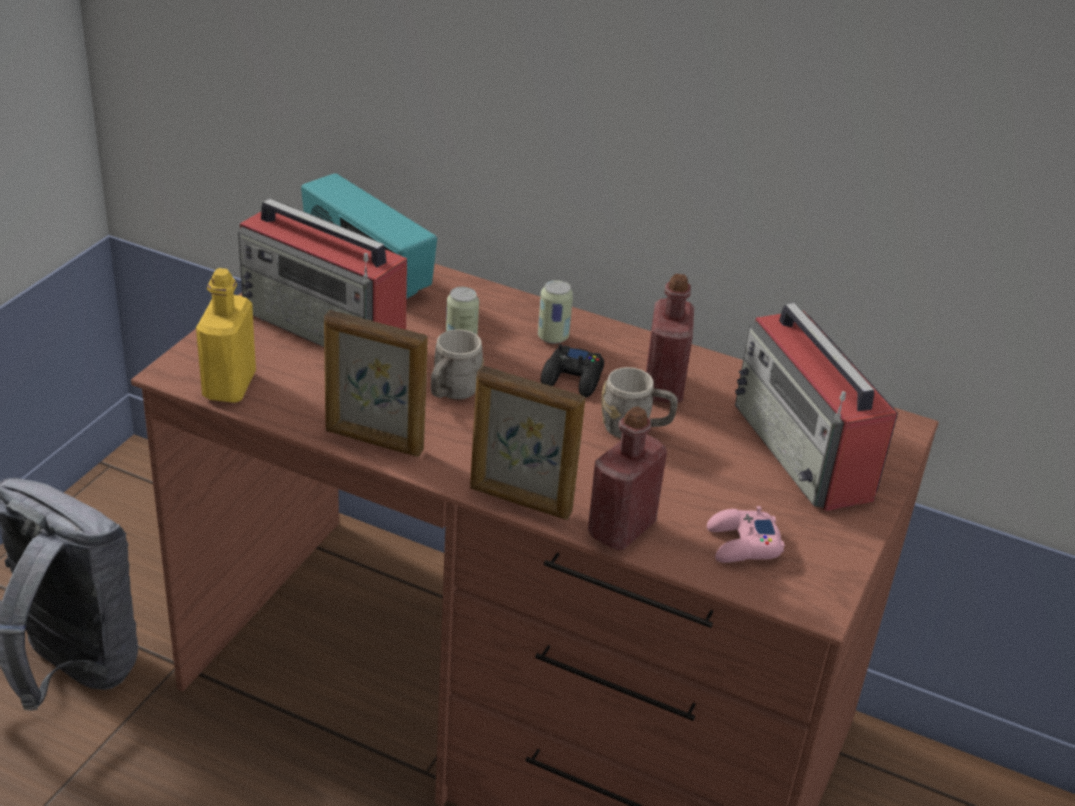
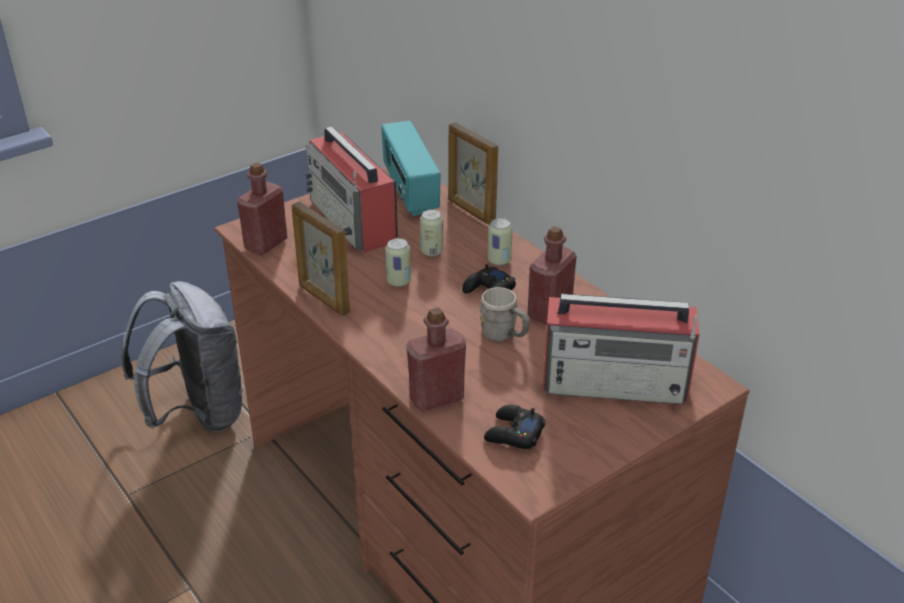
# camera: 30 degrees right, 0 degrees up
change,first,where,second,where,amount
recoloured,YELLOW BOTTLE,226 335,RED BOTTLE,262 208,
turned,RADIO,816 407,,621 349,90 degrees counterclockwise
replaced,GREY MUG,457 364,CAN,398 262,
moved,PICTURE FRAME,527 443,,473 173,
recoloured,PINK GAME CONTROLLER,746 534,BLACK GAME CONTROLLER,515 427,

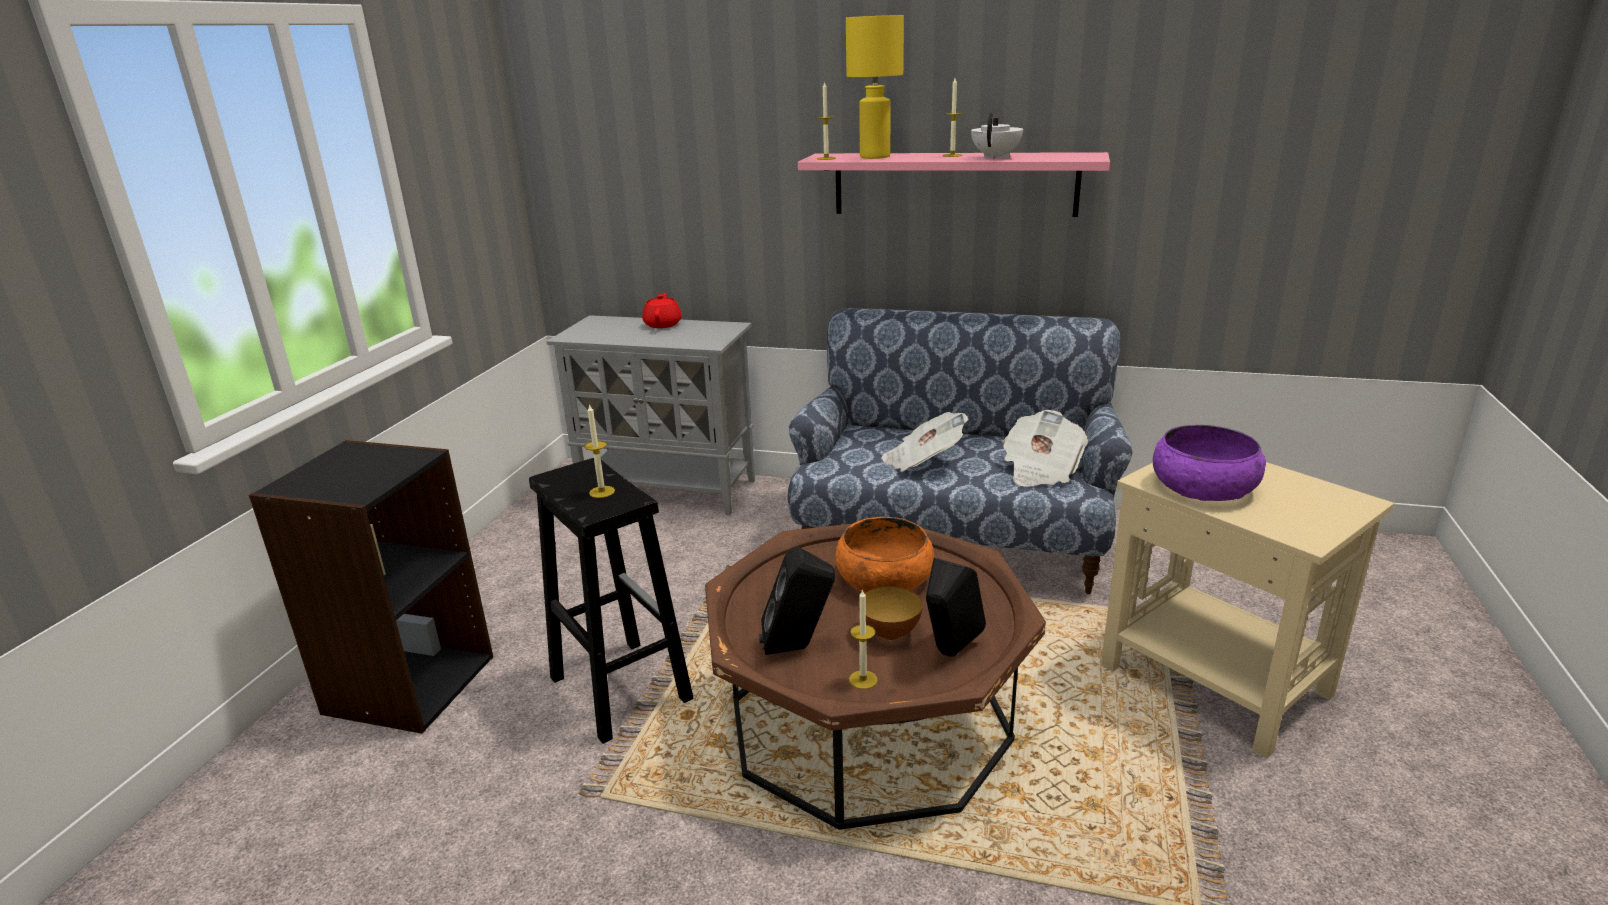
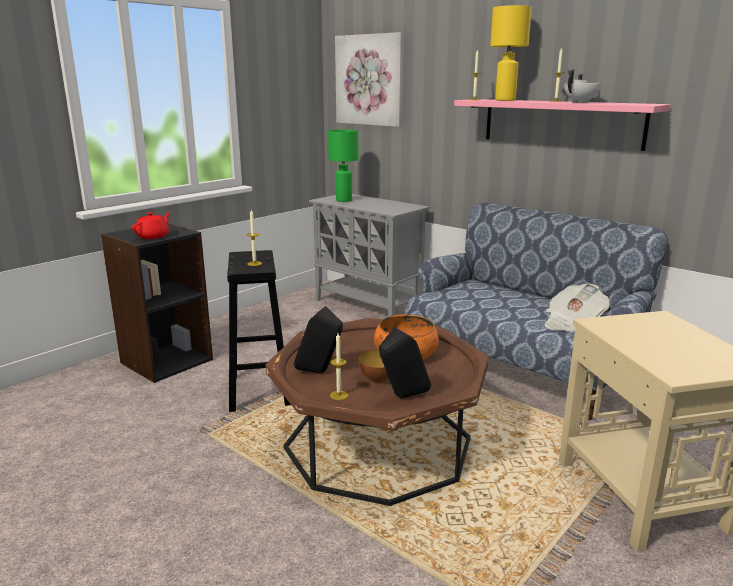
# camera: 25 degrees right, 5 degrees down
change,first,where,second,where,amount
moved,RED TEAPOT,662 310,,151 225,
removed,NEWSPAPER,925 442,,,
removed,PURPLE BOWL,1209 463,,,
added,,,PICTURE,369 79,
added,,,GREEN TABLE LAMP,343 165,

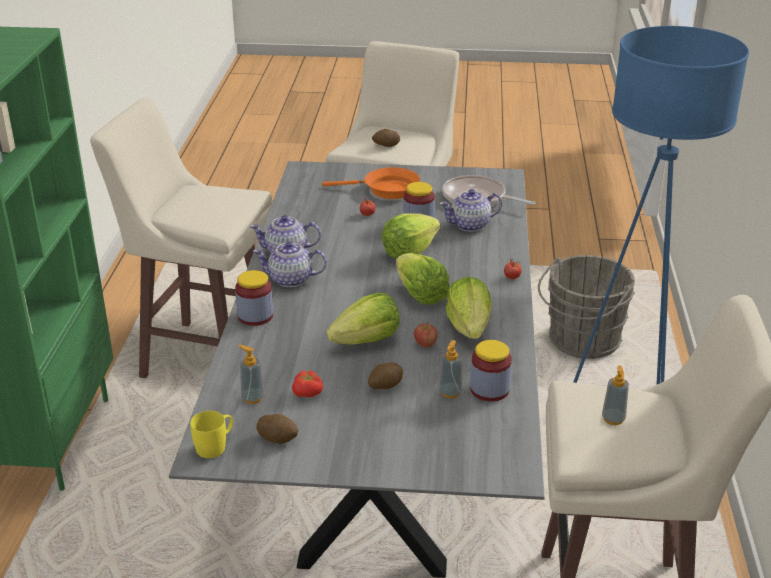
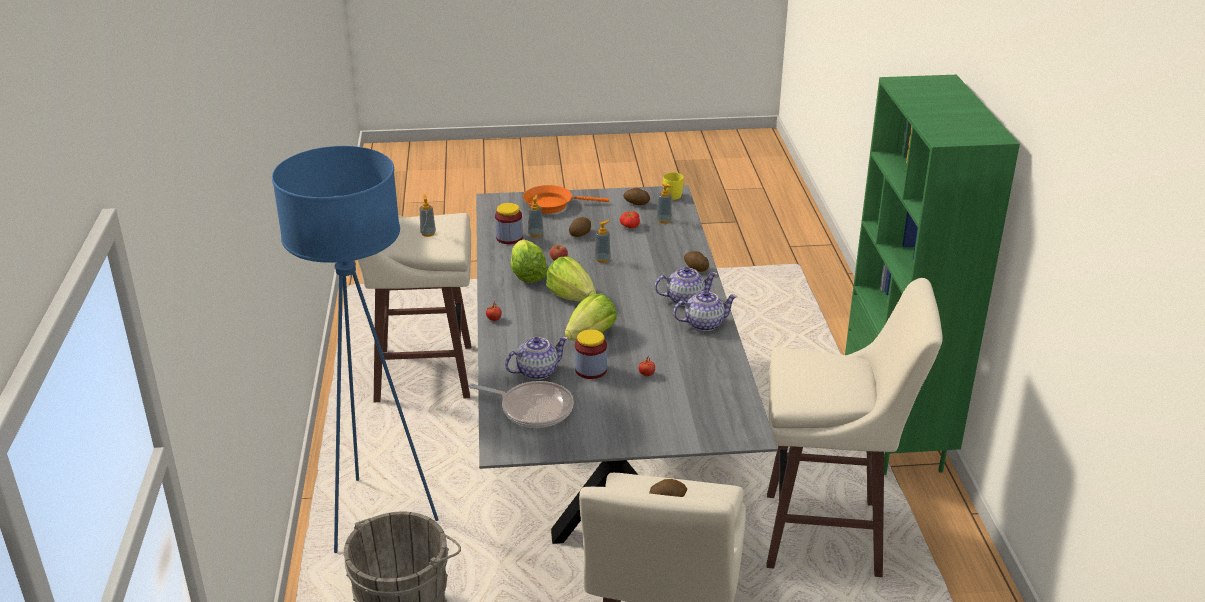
# camera: 170 degrees right, 0 degrees up
change,first,where,second,where,amount
moved,ORANGE FRYING PAN,371 183,,566 199,
replaced,JAR,254 298,POTATO,696 261,
replaced,LETTUCE,363 319,SOAP DISPENSER,603 241,

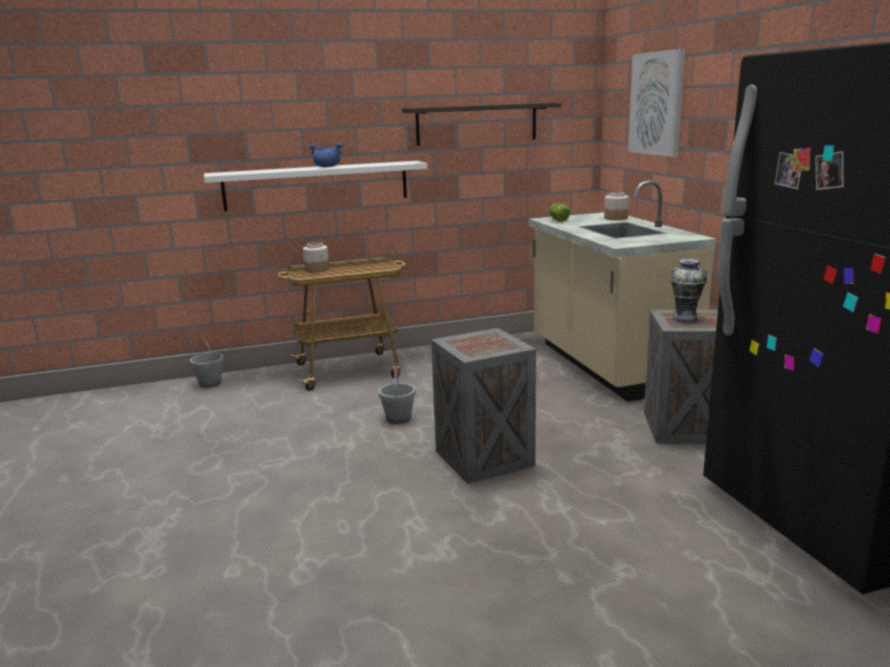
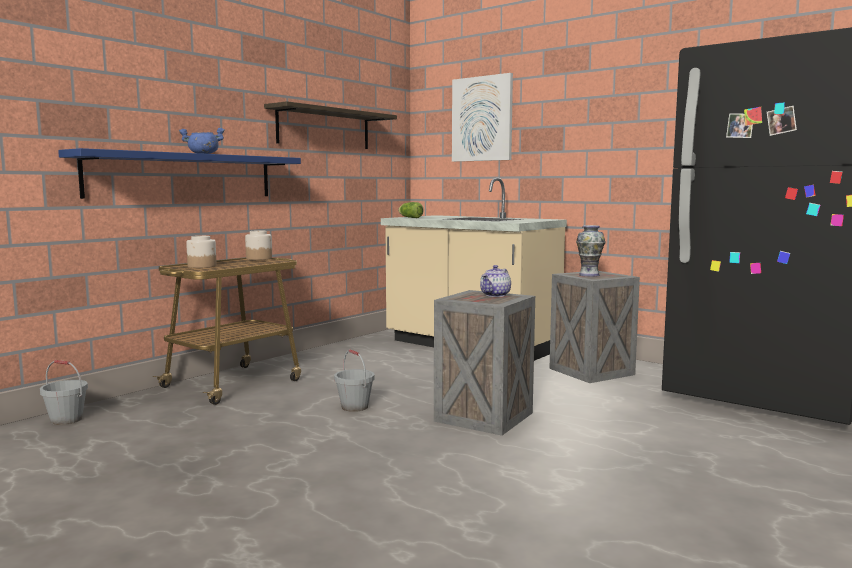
# camera: 35 degrees left, 10 degrees down
change,first,where,second,where,amount
recoloured,WHITE SHELF,315 186,BLUE SHELF,179 173,
moved,JAR,616 206,,258 245,
added,,,TEAPOT,495 281,

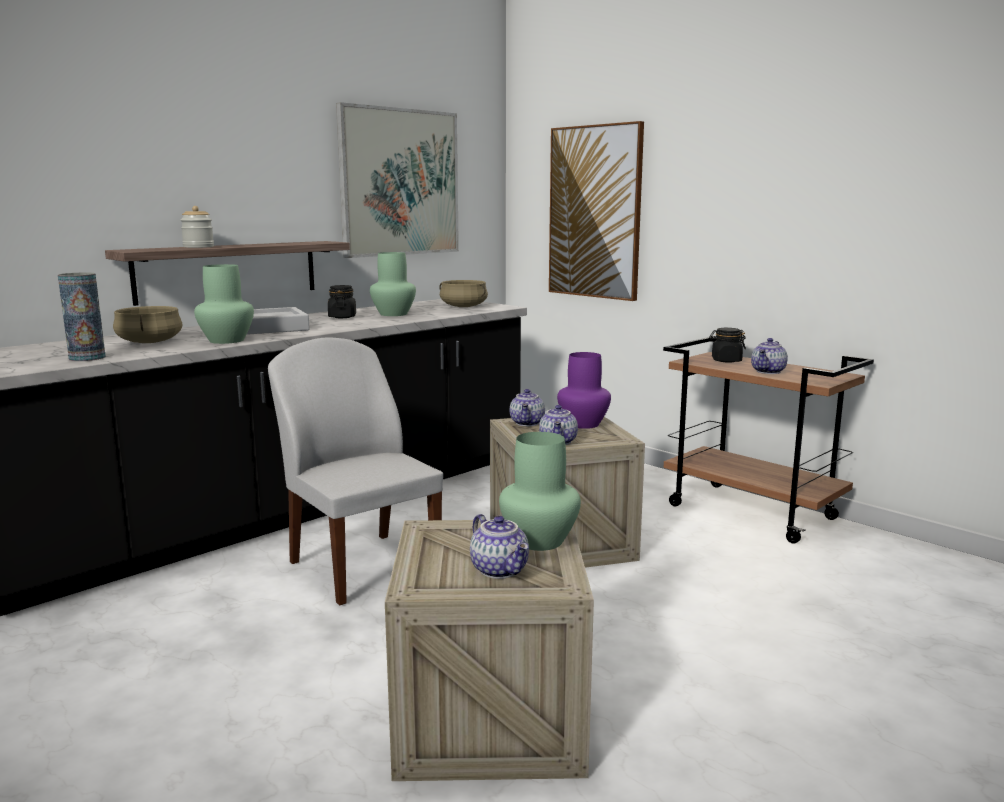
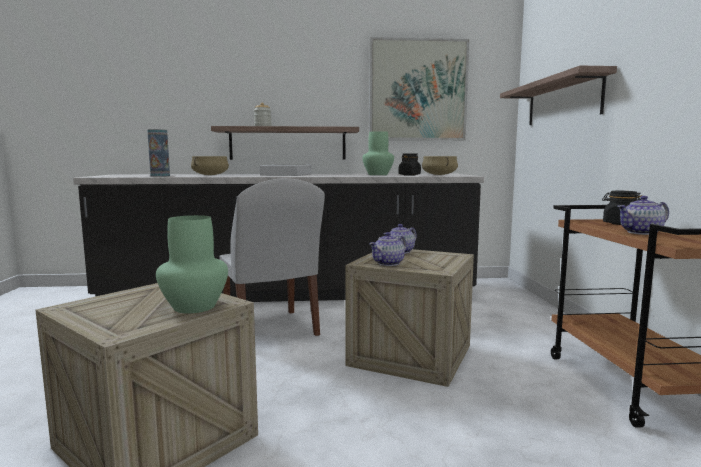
# camera: 40 degrees right, 5 degrees down
change,first,where,second,where,amount
replaced,PICTURE,596 211,SHELF,558 95,
removed,GREEN VASE,224 304,,,
moved,BLACK JAR,342 301,,410 164,
turned,WHITE CHAIR,355 471,,272 257,150 degrees clockwise
removed,PURPLE VASE,584 390,,,
removed,TEAPOT,499 546,,,

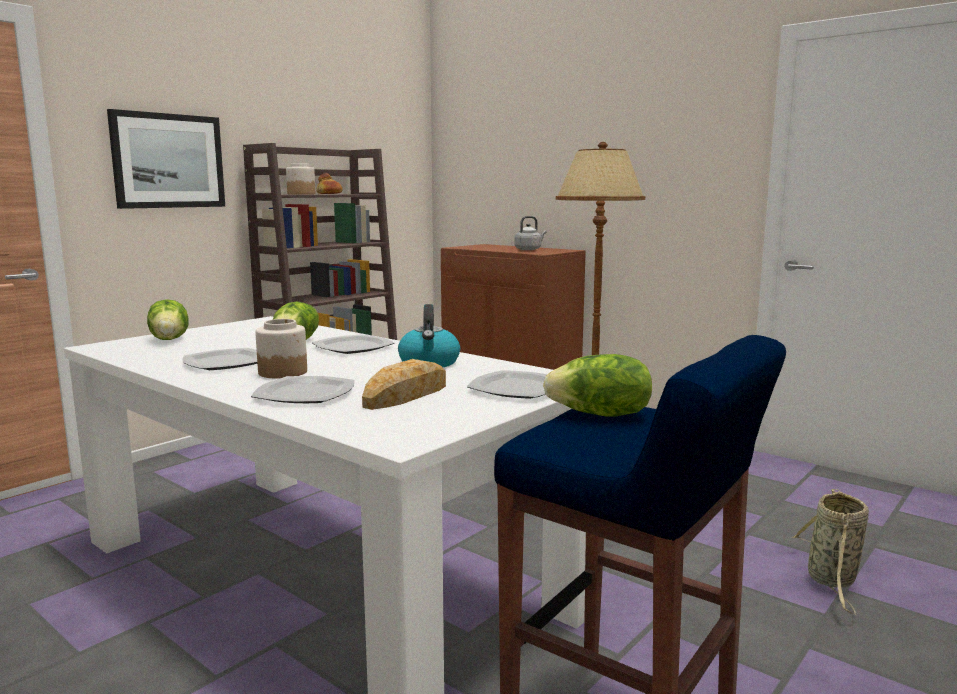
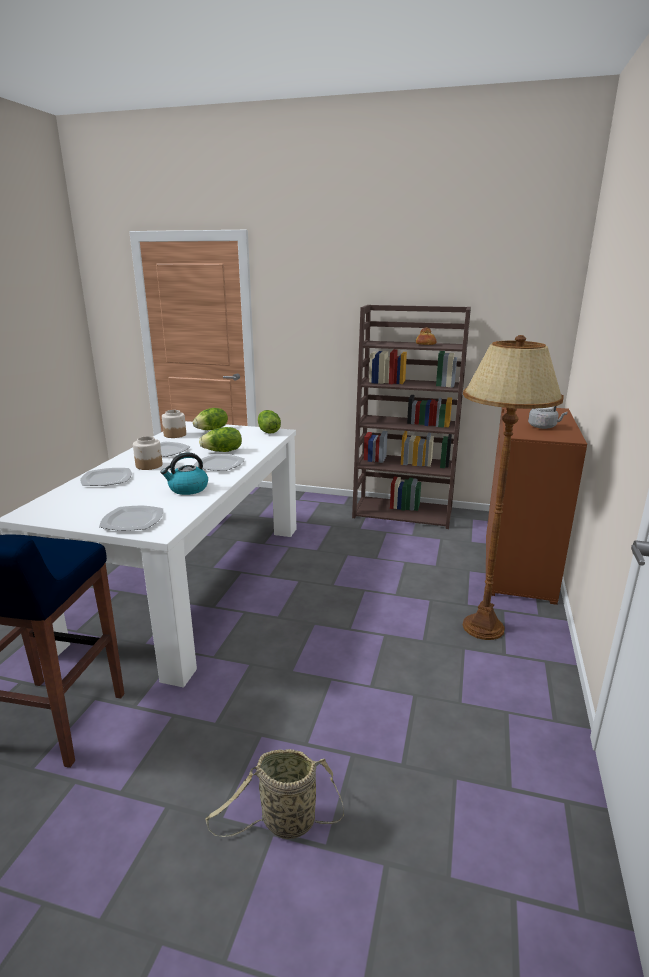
# camera: 65 degrees right, 10 degrees up
change,first,where,second,where,amount
removed,PICTURE,166 159,,,
moved,JAR,300 178,,174 424,
moved,LETTUCE,597 385,,269 421,
removed,BREAD,404 384,,,

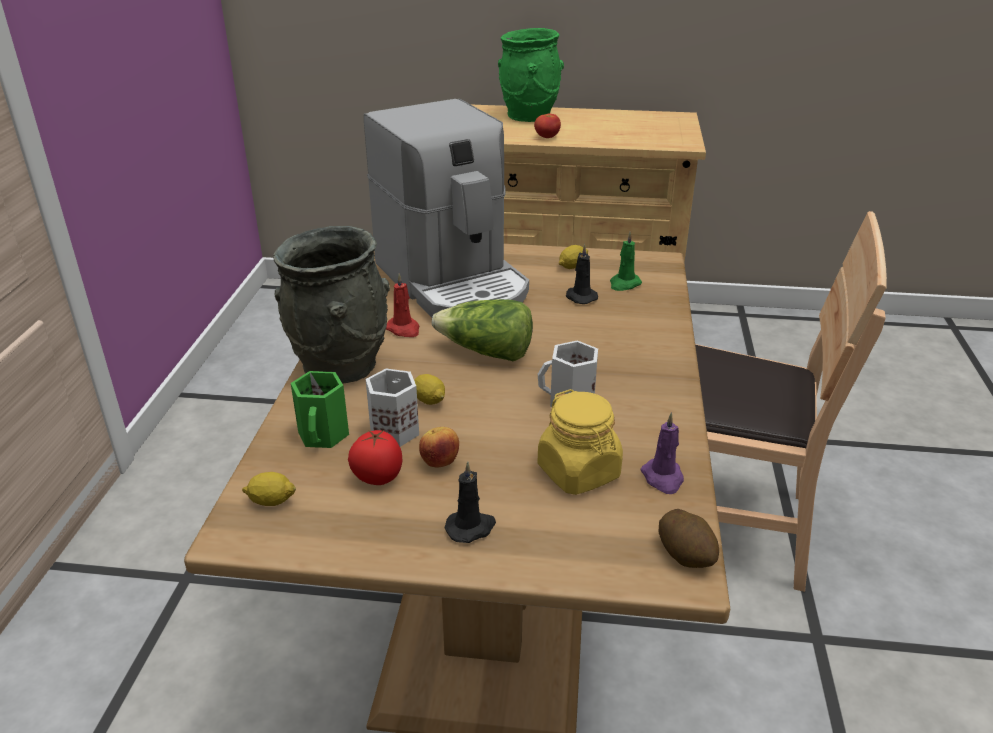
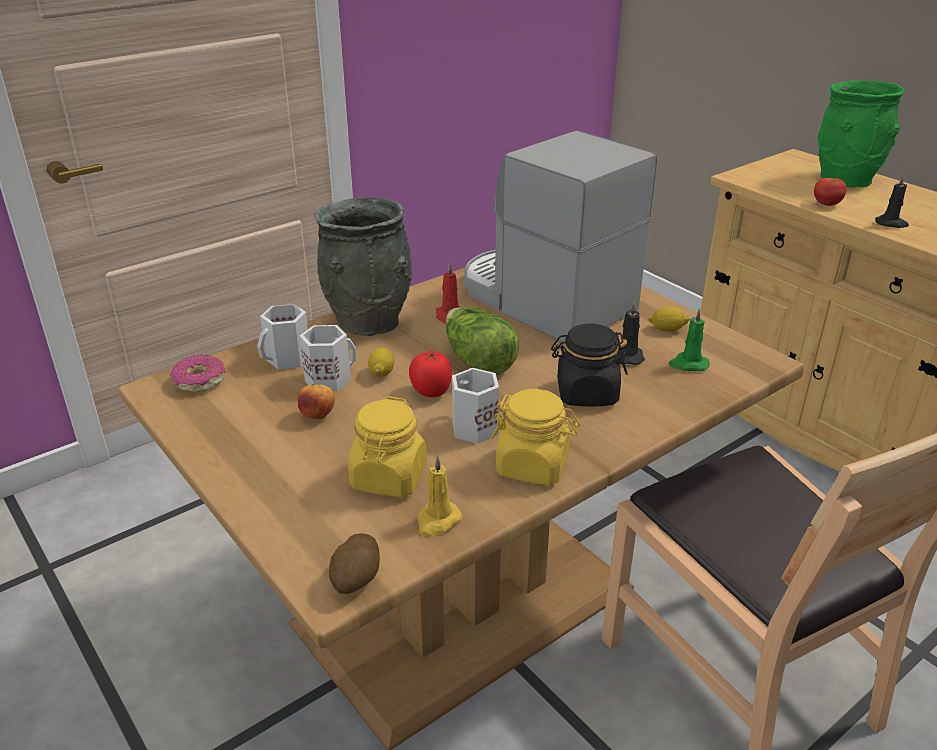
# camera: 45 degrees right, 0 degrees up
change,first,where,second,where,amount
turned,COFFEE MACHINE,446 208,,560 236,120 degrees clockwise
recoloured,GREEN MUG,320 409,WHITE MUG,282 337,
recoloured,PURPLE CANDLE,662 453,YELLOW CANDLE,439 496,
moved,TOMATO,375 457,,430 373,
moved,BLACK CANDLE,470 502,,892 201,
replaced,LEMON,269 489,DONUT,198 373,
added,,,BLACK JAR,589 365,
added,,,YELLOW JAR,535 437,

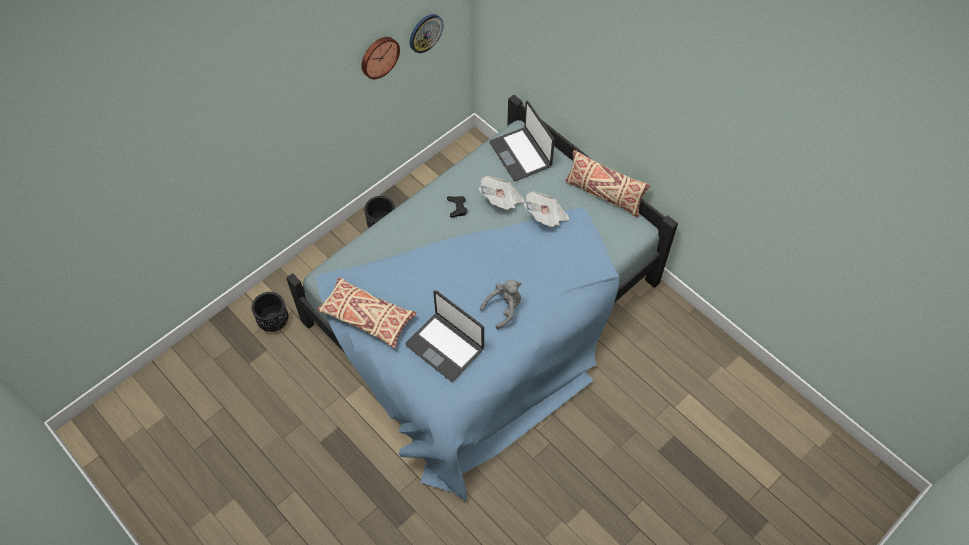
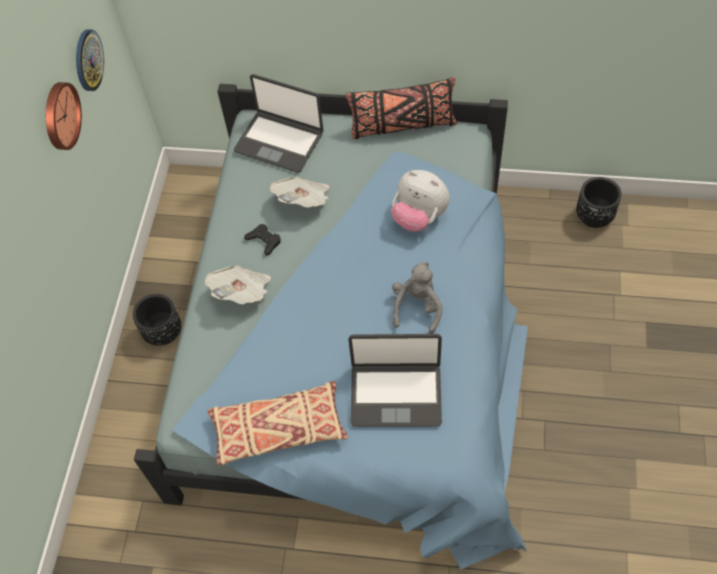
# camera: 35 degrees left, 0 degrees up
change,first,where,second,where,amount
recoloured,BEIGE PILLOW,608 184,BLACK PILLOW,401 108,
moved,NEWSPAPER,546 209,,238 284,
moved,BLACK PLANTER,270 312,,599 202,
added,,,PLUSH TOY,420 201,

